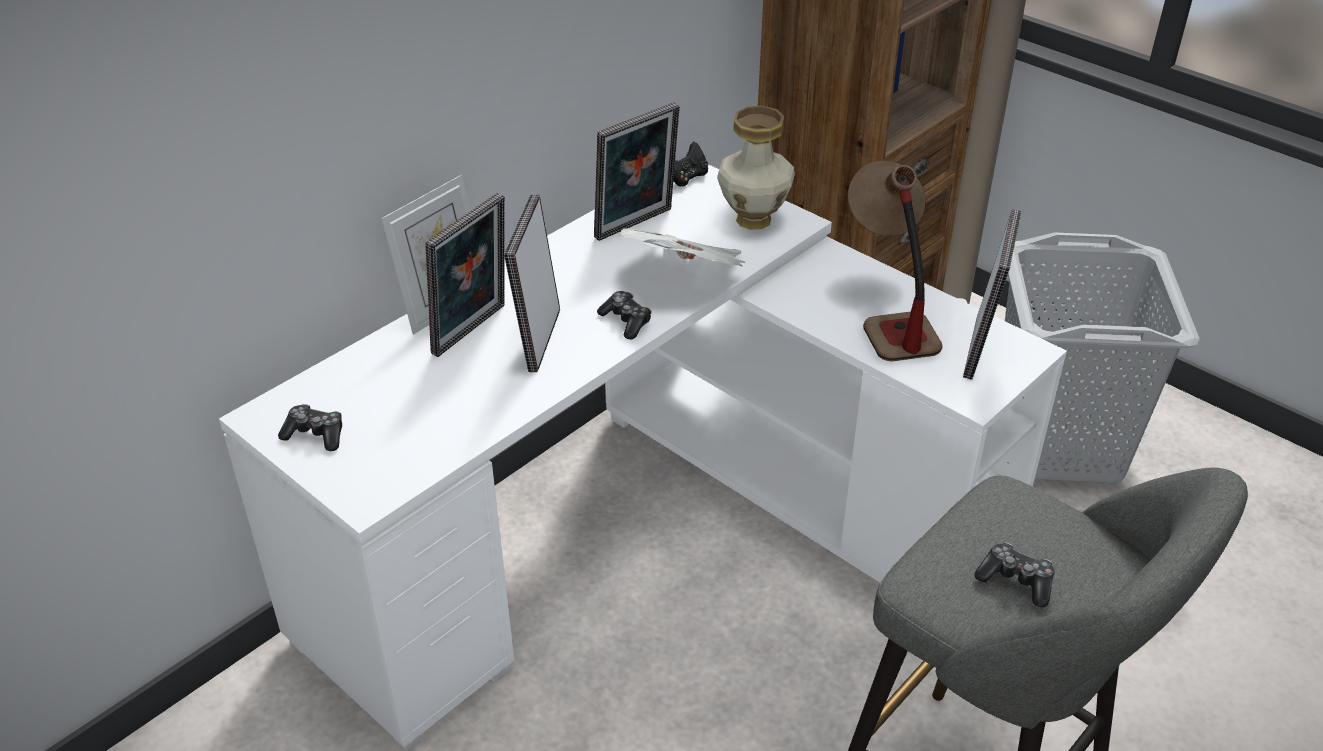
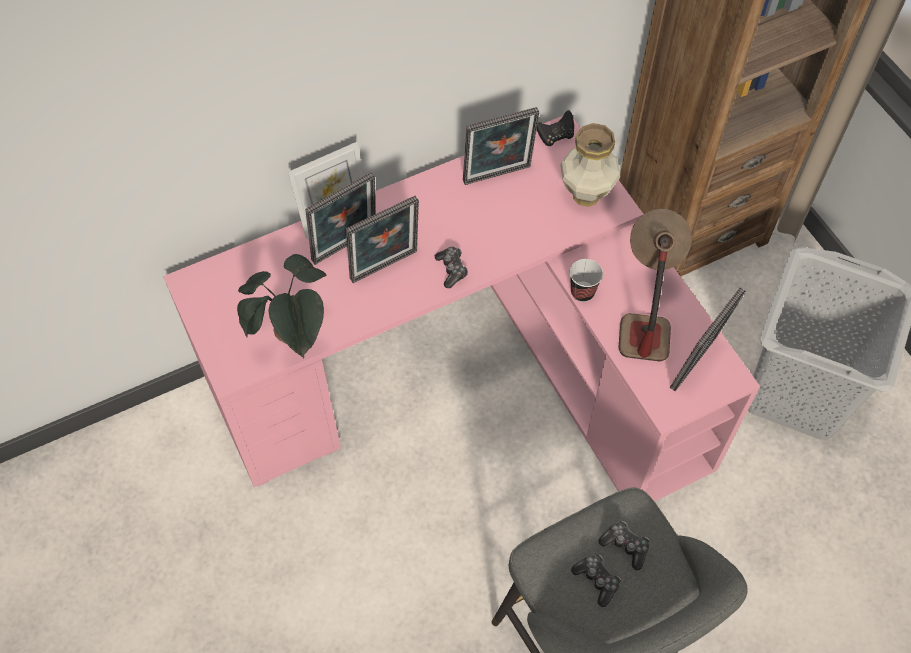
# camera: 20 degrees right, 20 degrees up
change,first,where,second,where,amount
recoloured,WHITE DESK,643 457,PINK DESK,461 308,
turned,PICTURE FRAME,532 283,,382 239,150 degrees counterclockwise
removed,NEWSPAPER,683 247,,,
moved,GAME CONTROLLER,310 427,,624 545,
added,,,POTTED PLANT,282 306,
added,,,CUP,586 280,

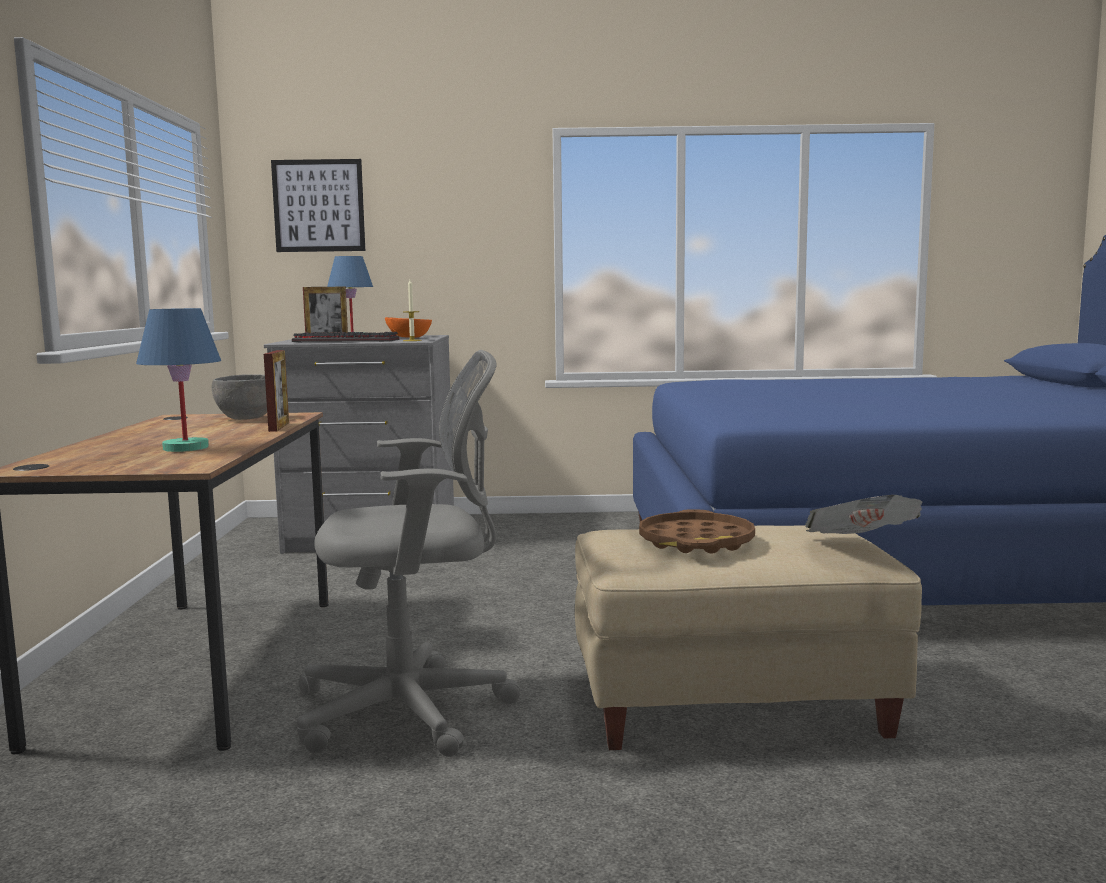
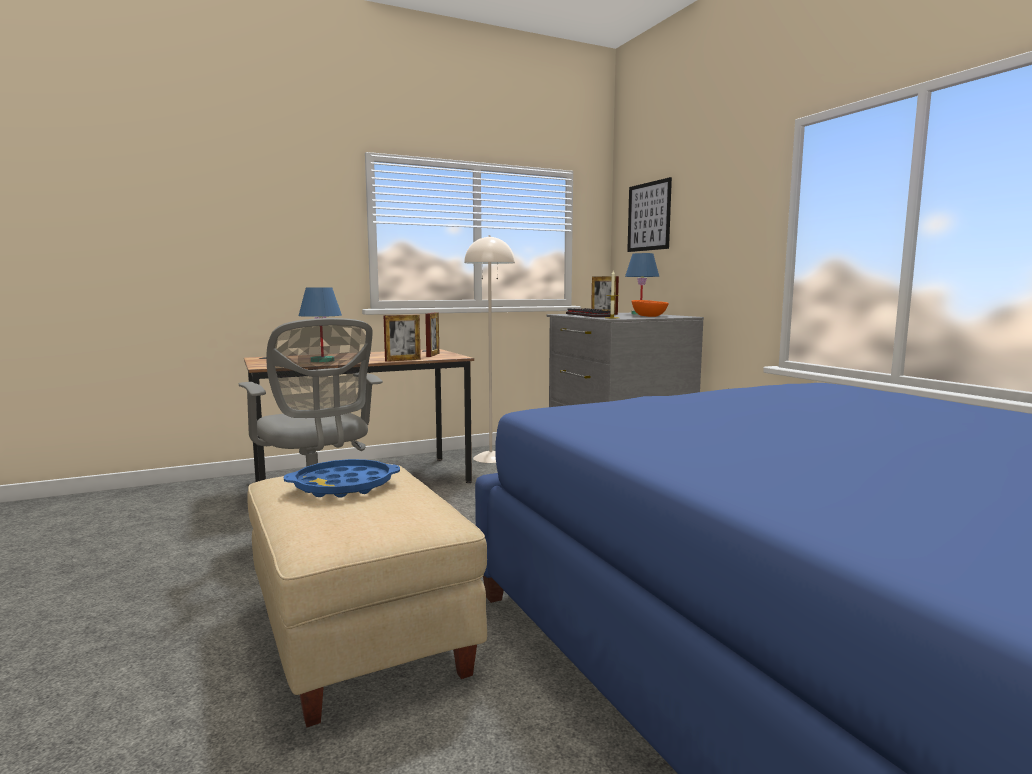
# camera: 65 degrees right, 0 degrees up
change,first,where,second,where,amount
replaced,GREY BOWL,239 397,PICTURE FRAME,432 334,
removed,NEWSPAPER,864 514,,,
recoloured,BROWN TRAY,697 531,BLUE TRAY,342 478,
added,,,BEIGE FLOOR LAMP,489 349,

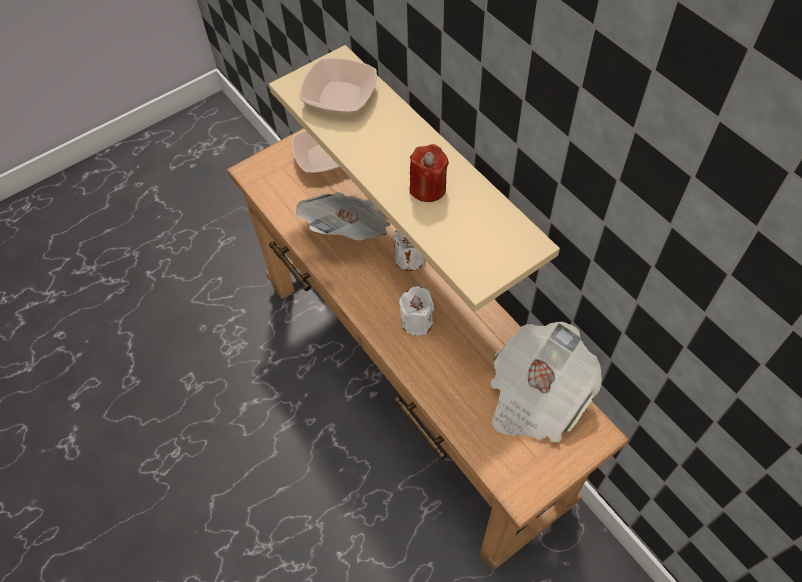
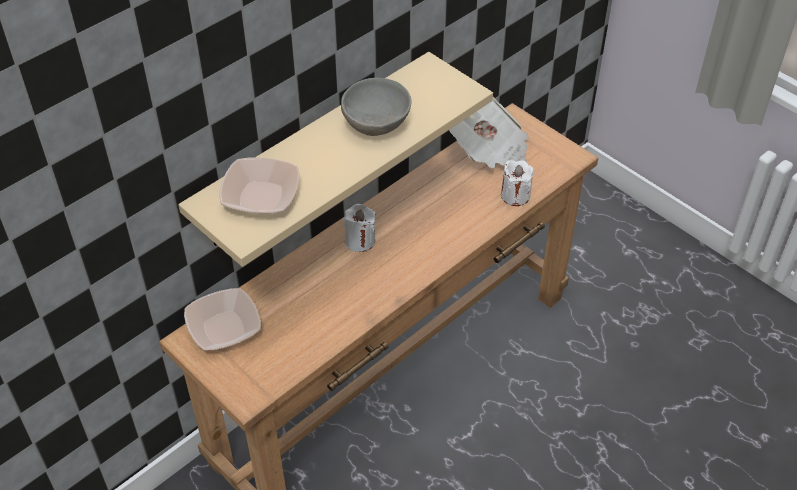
# camera: 100 degrees left, 10 degrees down
change,first,where,second,where,amount
replaced,RED CANDLE,429 173,GREY BOWL,376 107,
removed,NEWSPAPER,343 216,,,
moved,WHITE CANDLE,416 311,,517 183,

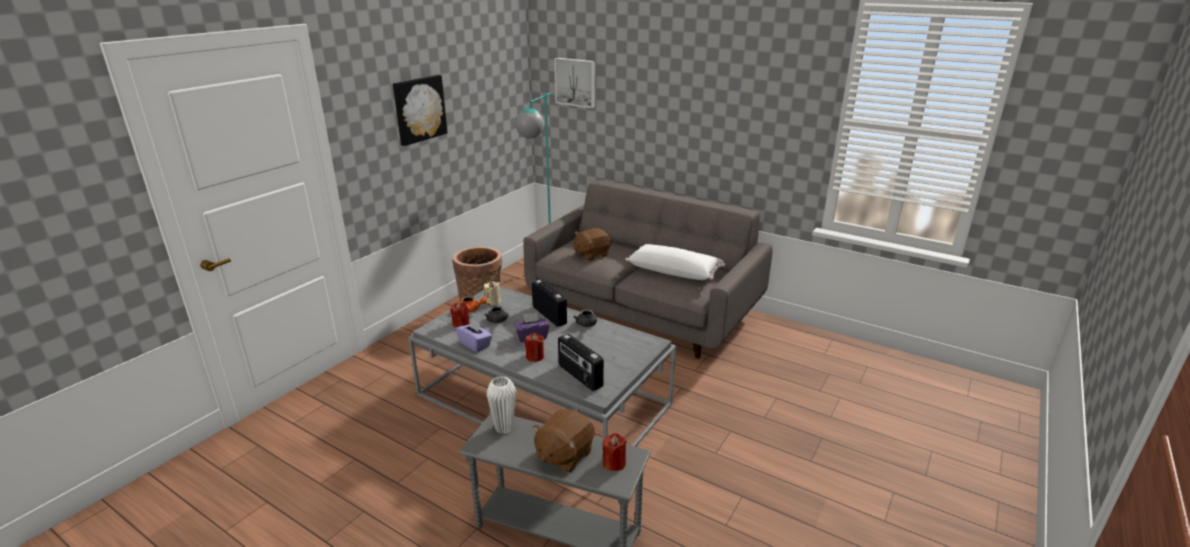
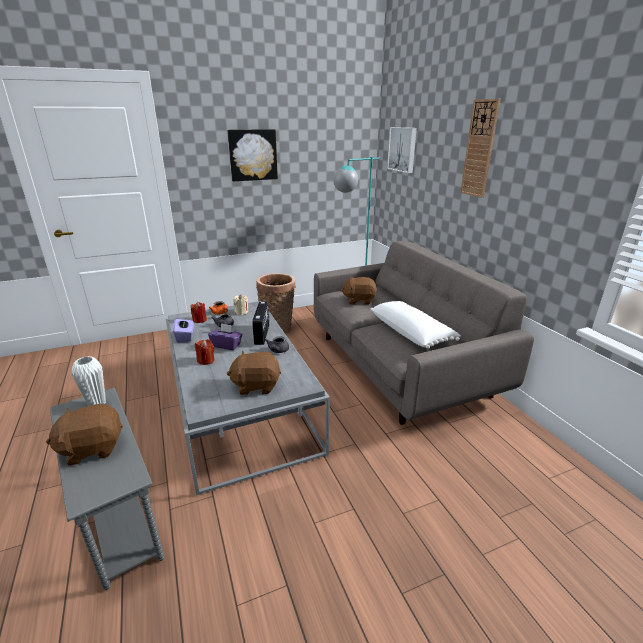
# camera: 35 degrees right, 0 degrees up
change,first,where,second,where,amount
removed,RADIO,581 362,,,
removed,RED CANDLE,615 452,,,
added,,,WALL CLOCK,480 148,
added,,,BROWN PLUSH TOY,254 373,

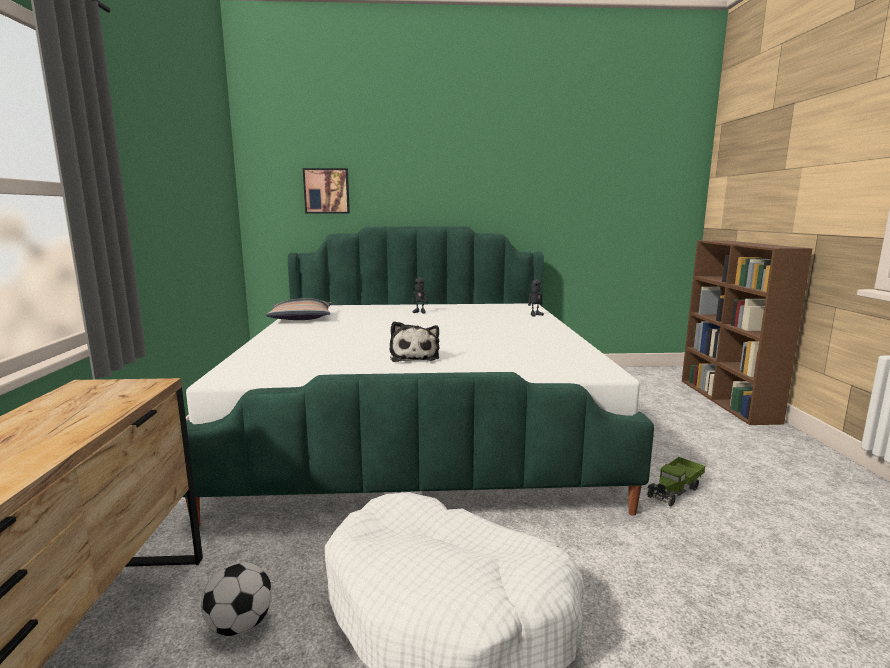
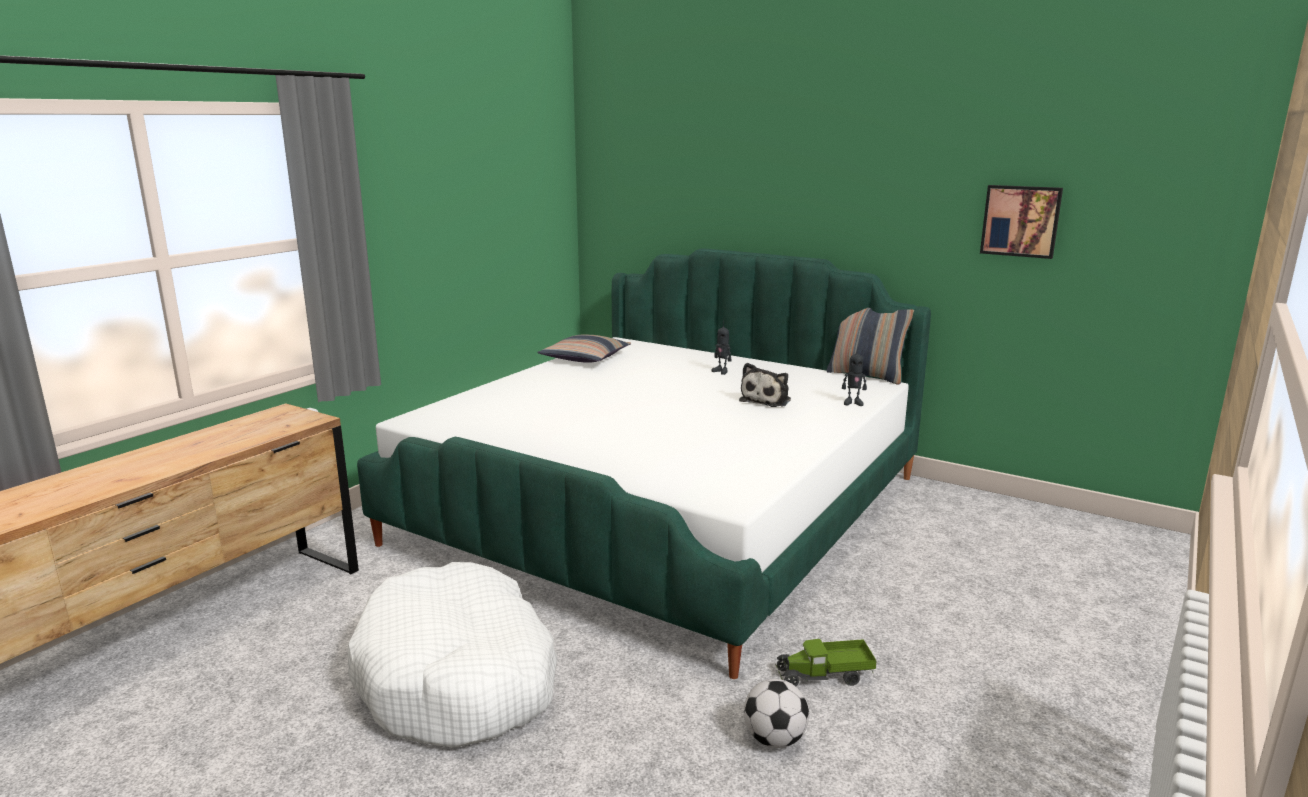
# camera: 35 degrees right, 5 degrees up
change,first,where,second,where,amount
moved,PICTURE,326 190,,1021 222,
removed,BROWN BOOKCASE,747 332,,,
moved,PLUSH TOY,414 341,,765 385,
moved,FOOTBALL,236 599,,776 713,
added,,,PILLOW,870 346,

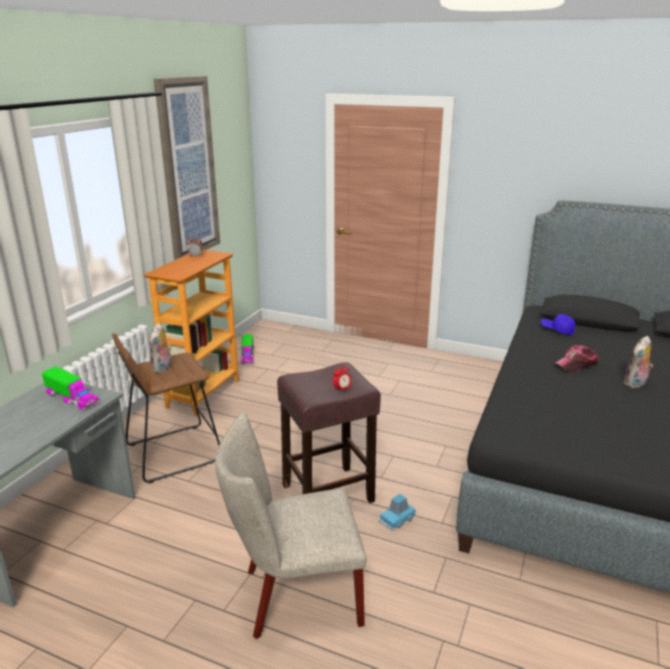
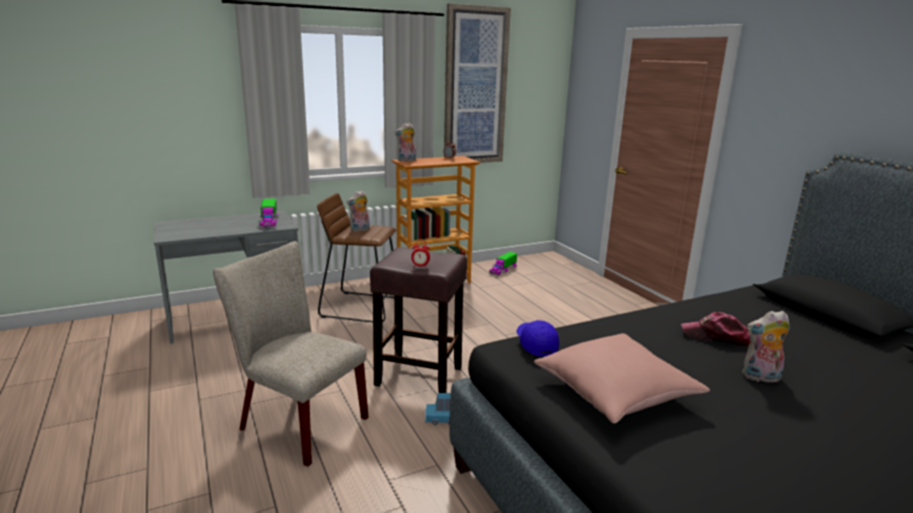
# camera: 40 degrees right, 5 degrees down
change,first,where,second,where,amount
moved,BLUE CAP,558 324,,537 338,
added,,,PLUSH TOY,405 142,
added,,,PINK PILLOW,622 378,

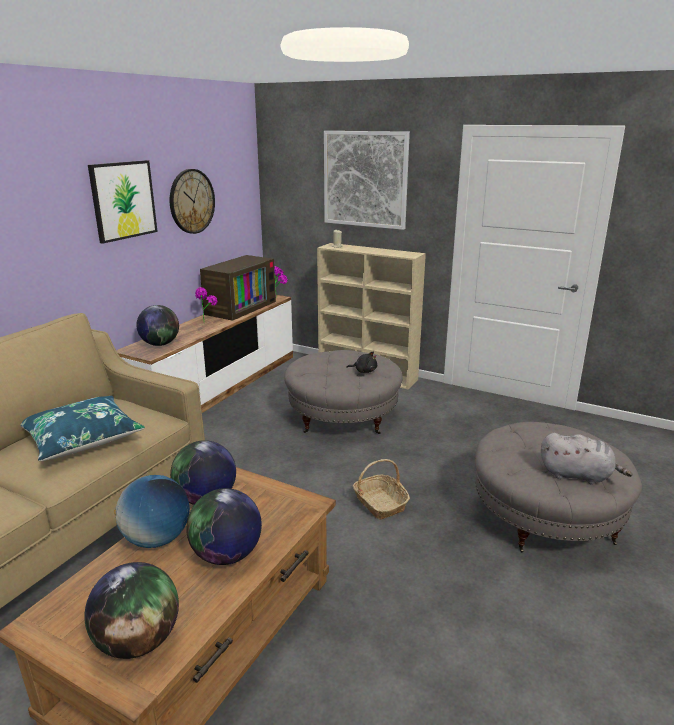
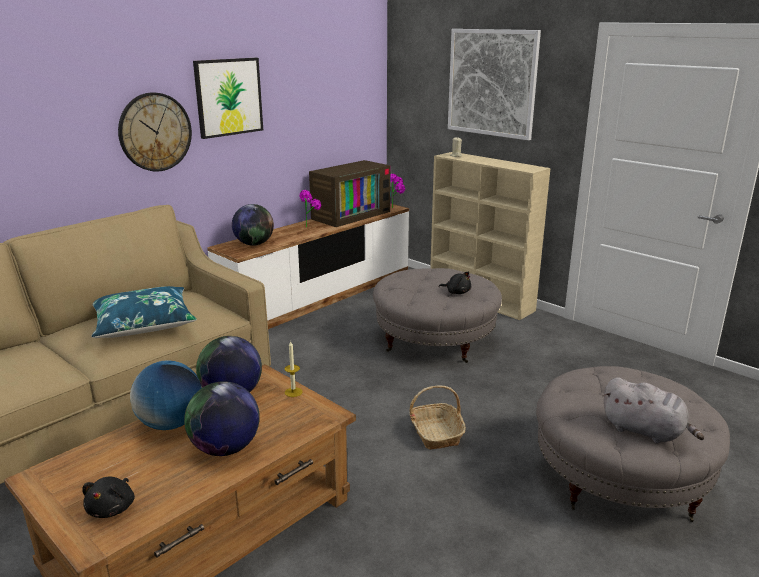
# camera: 15 degrees right, 0 degrees up
change,first,where,second,where,amount
moved,WALL CLOCK,192 201,,155 132,
replaced,GLOBE,131 610,BLACK PLUSH TOY,108 497,
added,,,CANDLE,294 369,

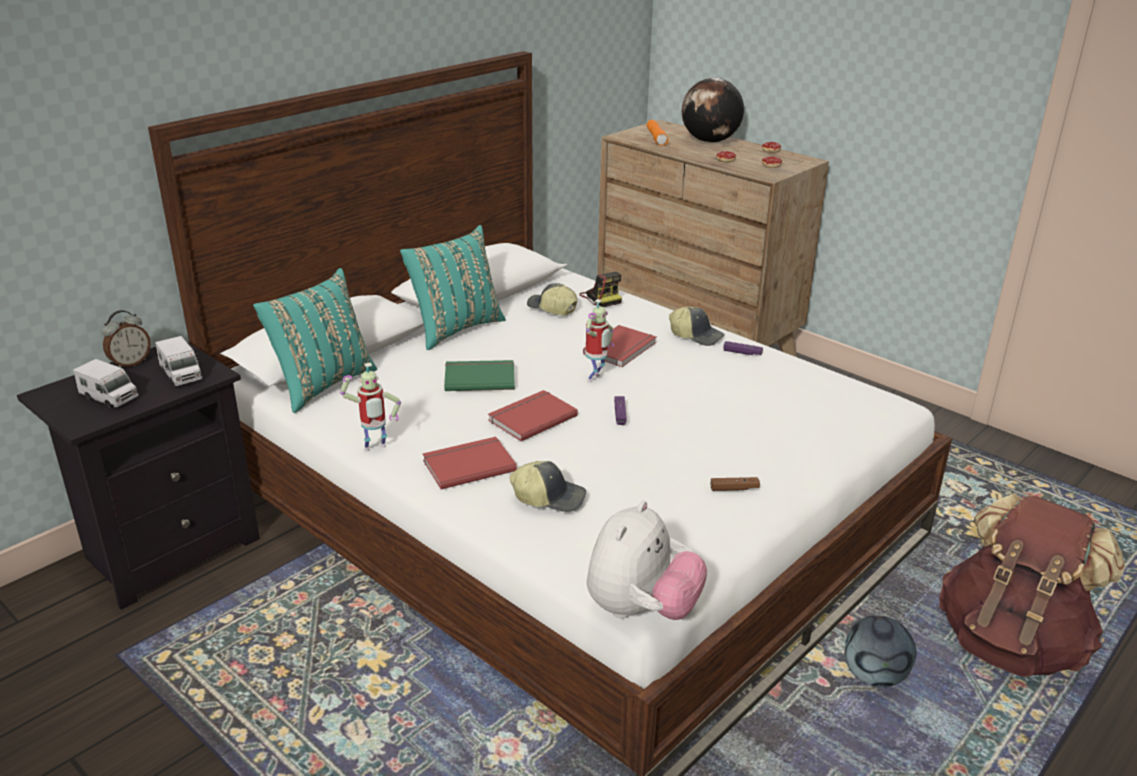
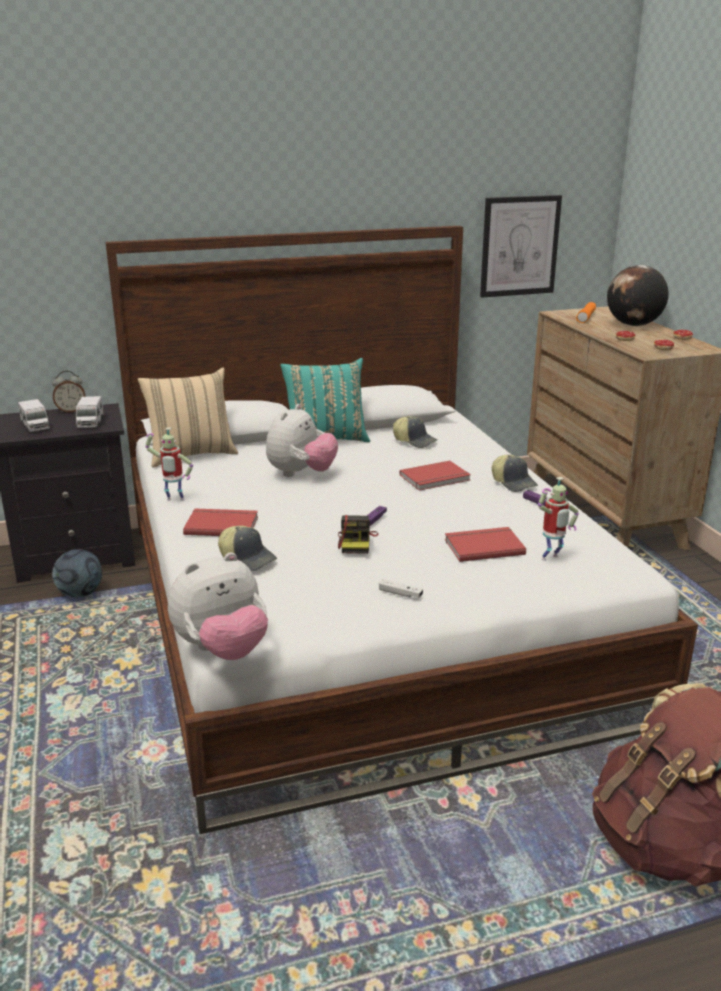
# camera: 30 degrees right, 5 degrees down
change,first,where,second,where,amount
recoloured,TURQUOISE PILLOW,315 340,BEIGE PILLOW,188 417,
moved,PHOTO CAMERA,601 289,,358 534,
turned,CAP,552 299,,415 432,150 degrees clockwise
moved,TOY ROBOT,600 341,,558 519,
replaced,GREEN BOOK,479 375,PLUSH TOY,302 440,
moved,RED BOOK,533 415,,485 544,
recoloured,BROWN GAME CONTROLLER,735 484,WHITE GAME CONTROLLER,401 588,
moved,FOOTBALL,880 651,,77 573,
added,,,PICTURE,521 246,

